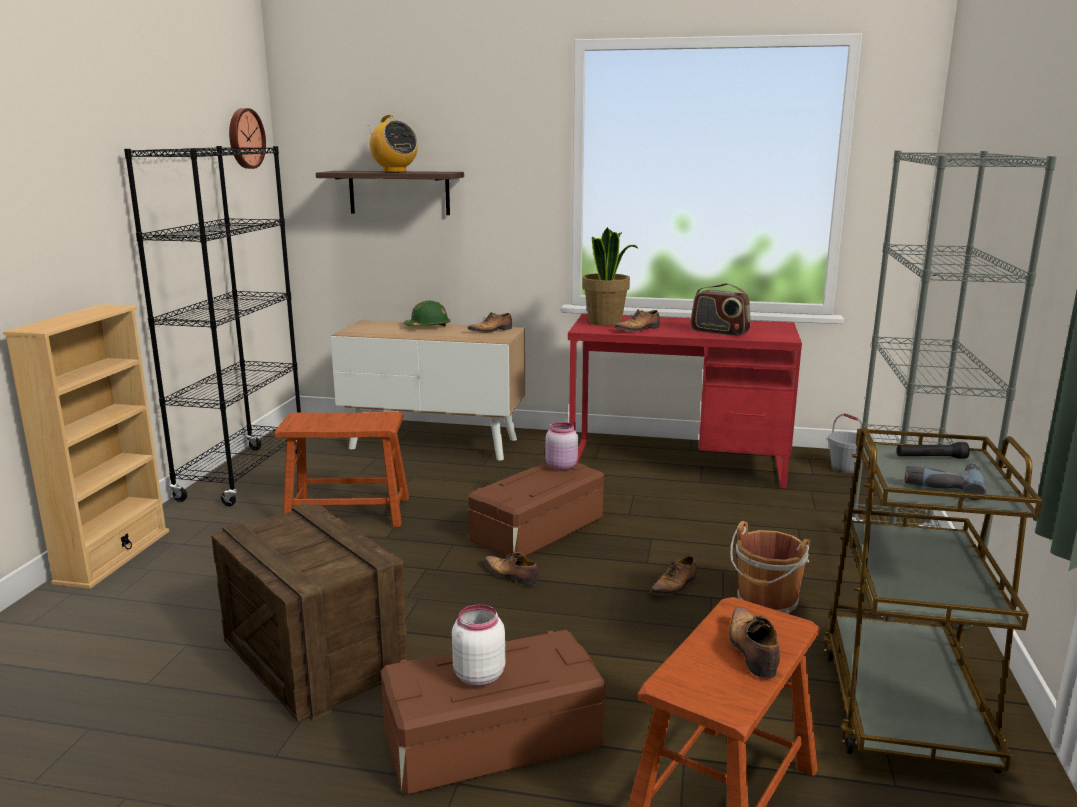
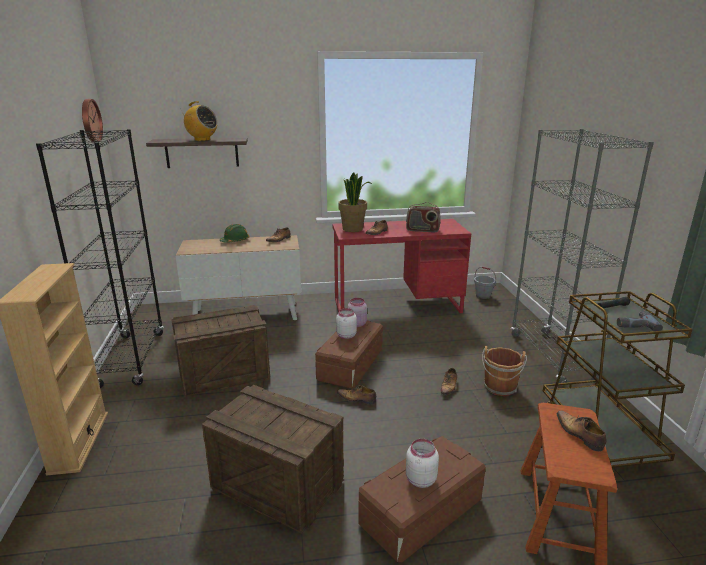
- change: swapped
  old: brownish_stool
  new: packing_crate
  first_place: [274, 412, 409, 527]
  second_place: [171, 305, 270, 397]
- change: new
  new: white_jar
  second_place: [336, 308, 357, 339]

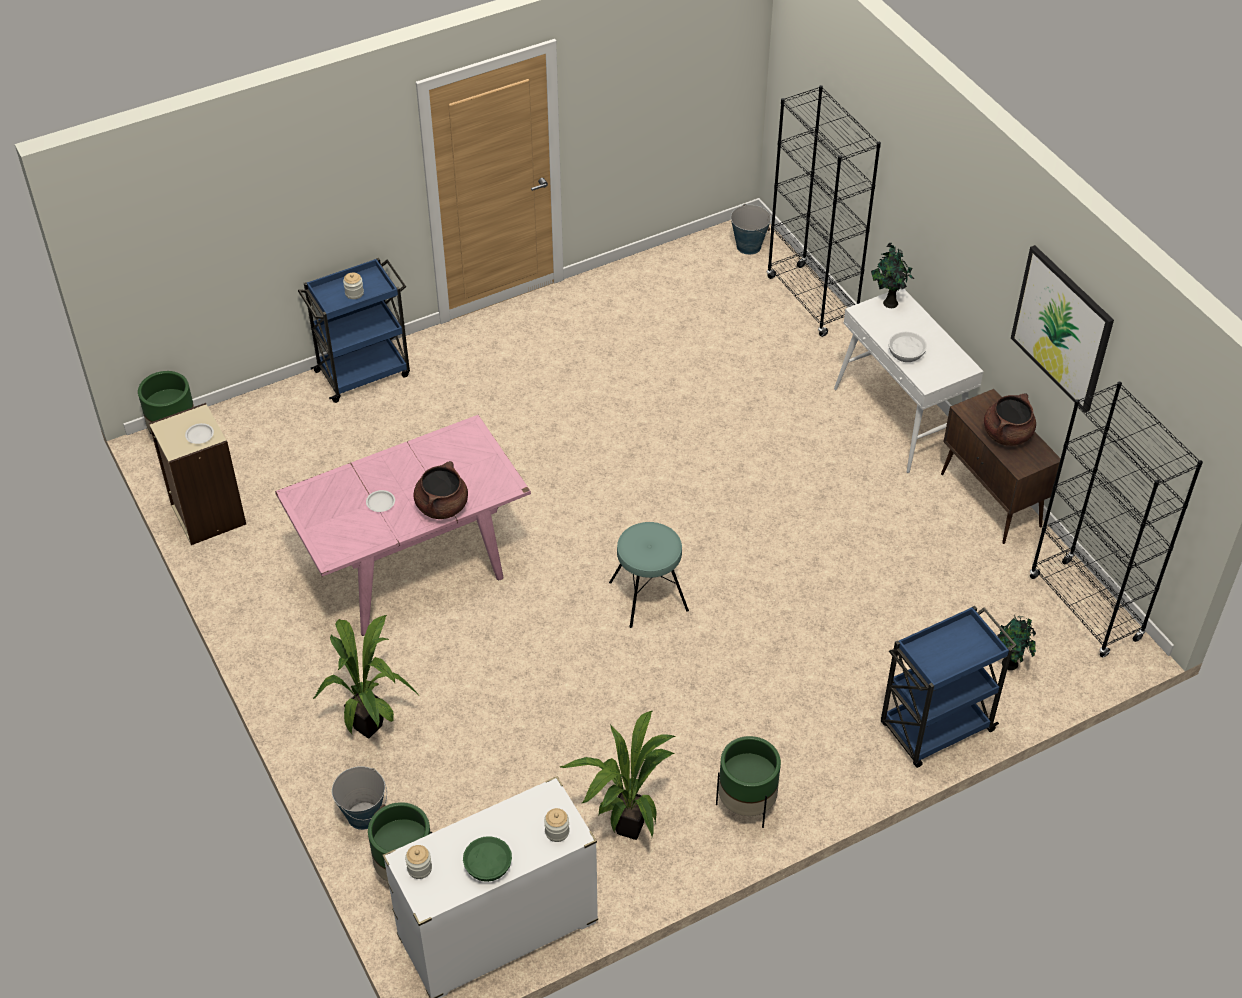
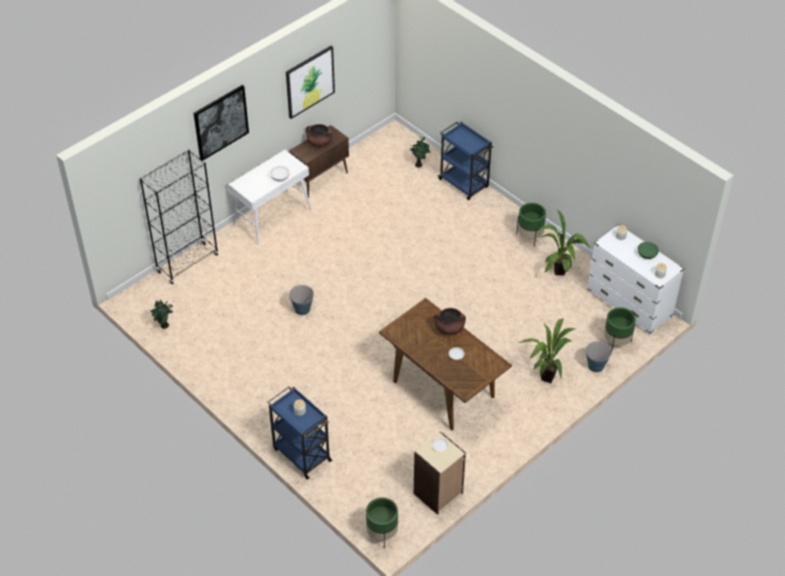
- change: shifted
  old: plant_in_a_pot
  first_place: [871, 243, 914, 308]
  second_place: [150, 300, 173, 329]
- change: new
  new: picture
  second_place: [194, 85, 249, 161]
- change: shifted
  old: water_bucket
  first_place: [731, 204, 771, 255]
  second_place: [289, 285, 314, 315]
- change: repainted
  old: pinkish_kitchen_table
  new: brownish_kitchen_table
  first_place: [275, 415, 531, 636]
  second_place: [379, 298, 512, 430]
- change: gone
  old: turquoise-coloured_stool
  first_place: [609, 522, 689, 628]
- change: gone
  old: blackish_bookcase
  first_place: [1030, 382, 1203, 657]

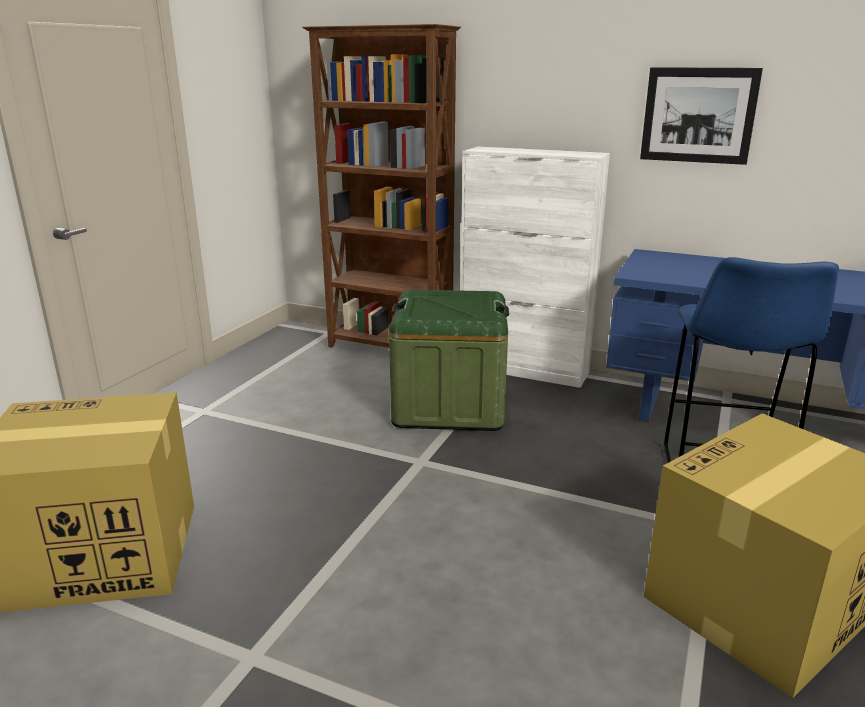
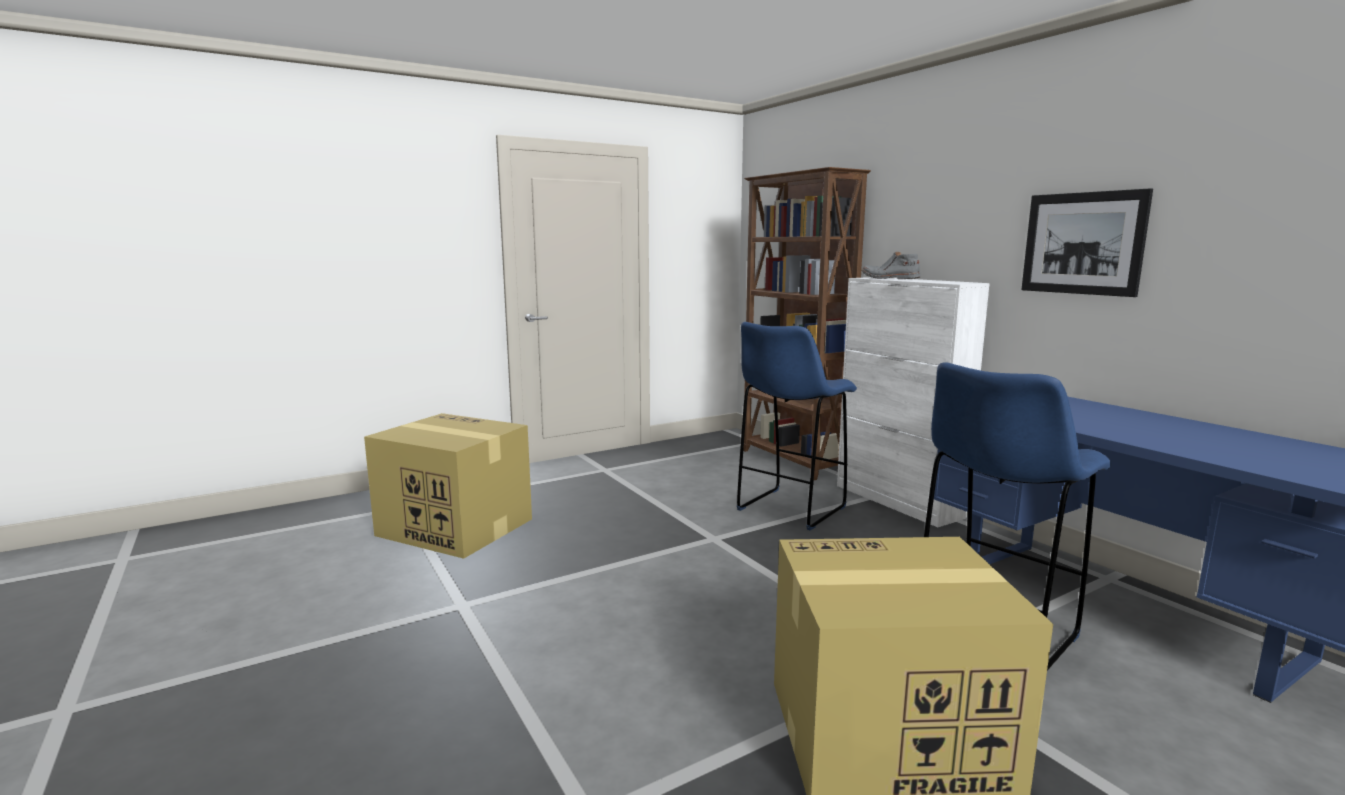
- change: swapped
  old: green-coloured_storage_bin
  new: bluish_stool
  first_place: [389, 290, 509, 431]
  second_place: [737, 322, 857, 531]
- change: new
  new: grey_high-top_boot
  second_place: [862, 252, 921, 279]

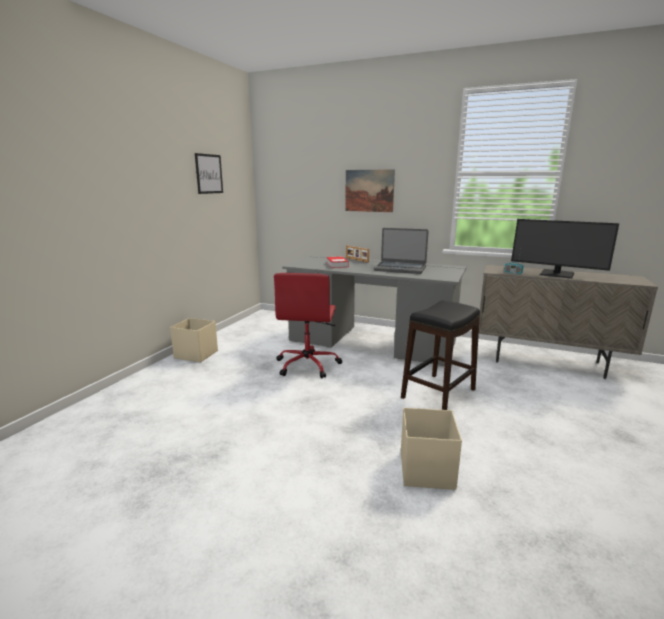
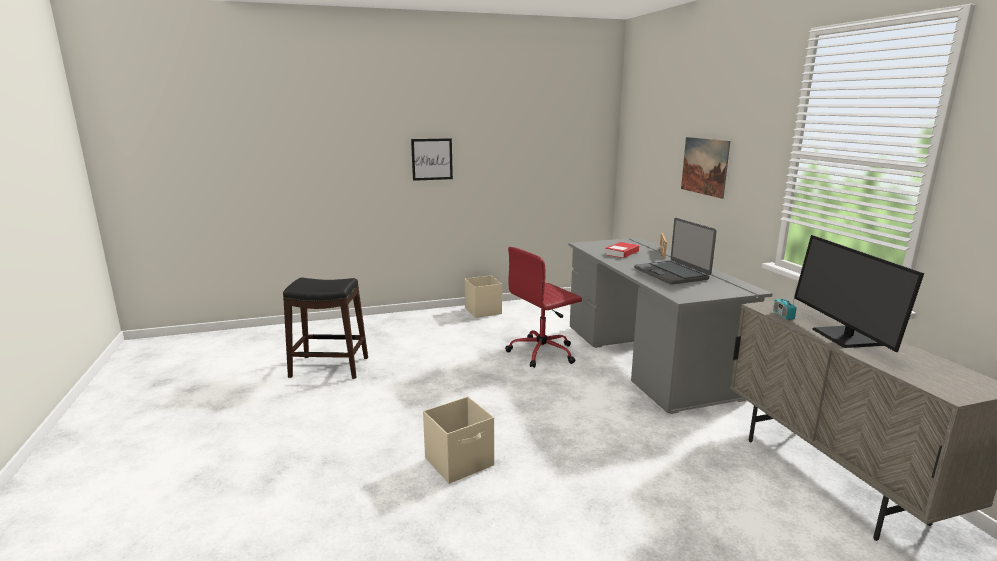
- change: shifted
  old: blackish_stool
  first_place: [401, 301, 480, 410]
  second_place: [283, 278, 368, 379]
- change: shifted
  old: picture
  first_place: [195, 153, 223, 194]
  second_place: [411, 138, 453, 181]

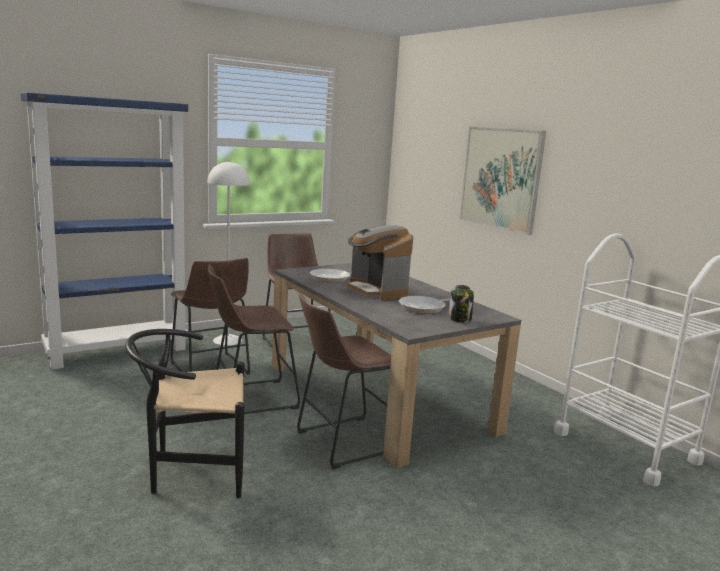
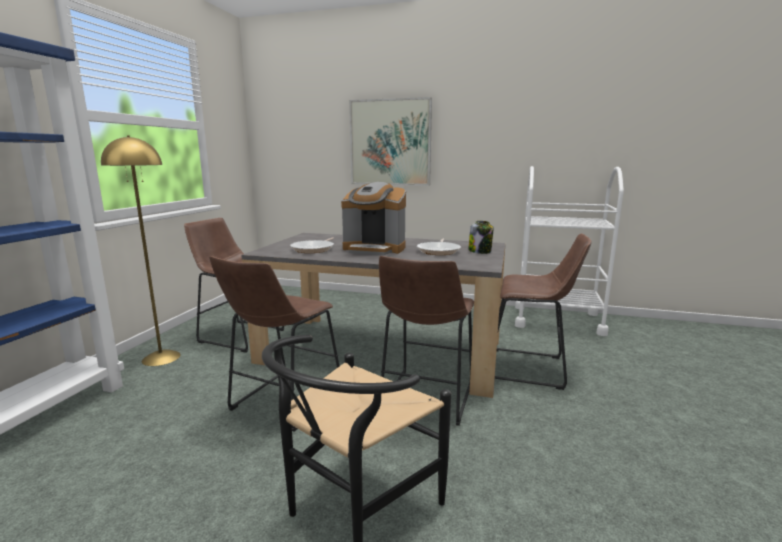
- change: repainted
  old: white_standard_lamp
  new: yellow-coloured_standard_lamp
  first_place: [207, 161, 250, 346]
  second_place: [101, 136, 181, 366]
- change: shifted
  old: brownish_stool
  first_place: [170, 258, 250, 375]
  second_place: [495, 233, 592, 390]

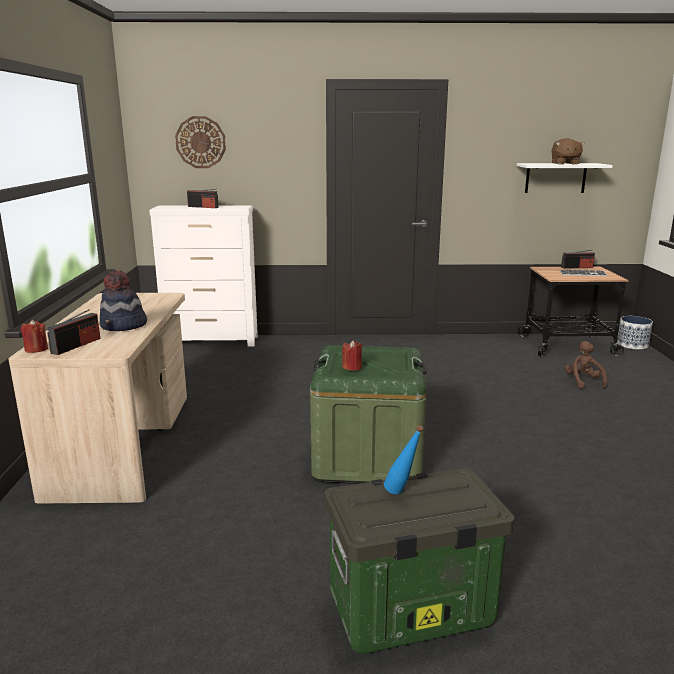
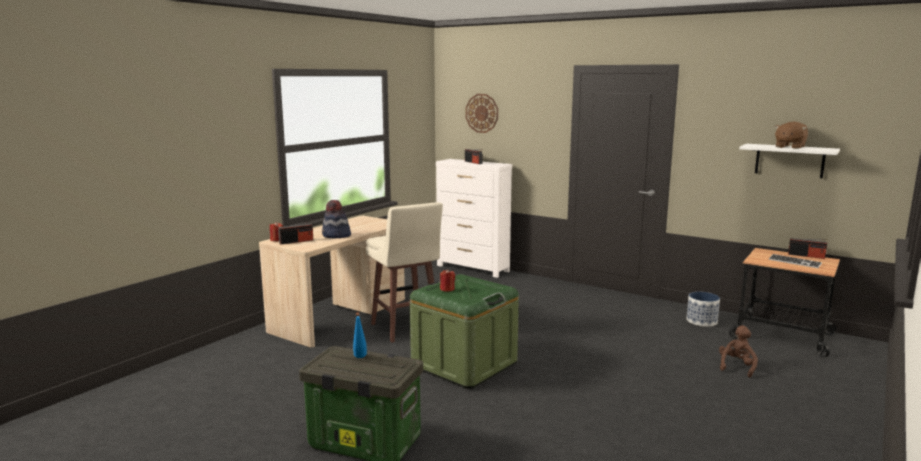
- change: new
  new: beige_stool
  second_place: [366, 202, 443, 343]
- change: shifted
  old: flower_pot
  first_place: [617, 316, 653, 350]
  second_place: [686, 292, 720, 327]

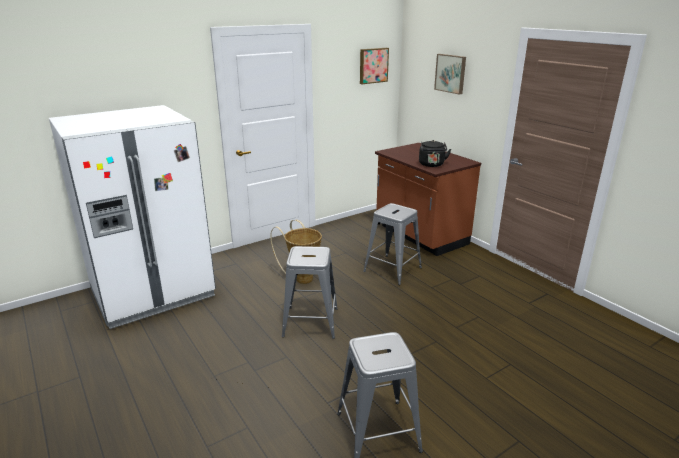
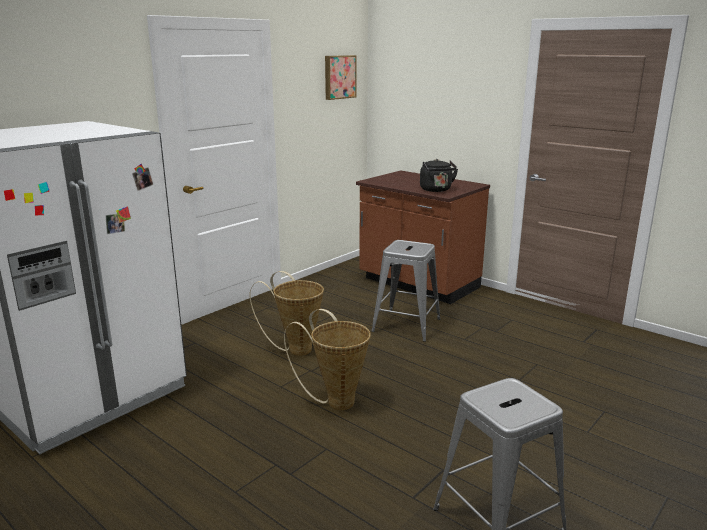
- change: swapped
  old: grey_stool
  new: storage_basket
  first_place: [282, 246, 338, 339]
  second_place: [284, 309, 371, 410]
- change: gone
  old: picture
  first_place: [434, 54, 466, 95]

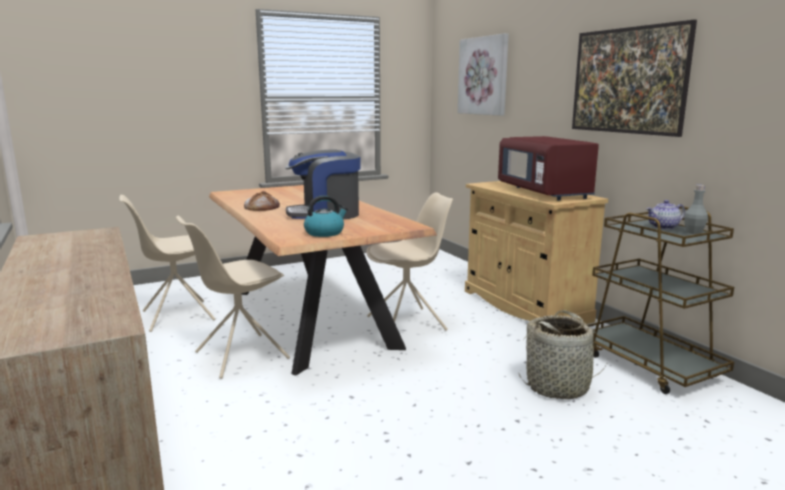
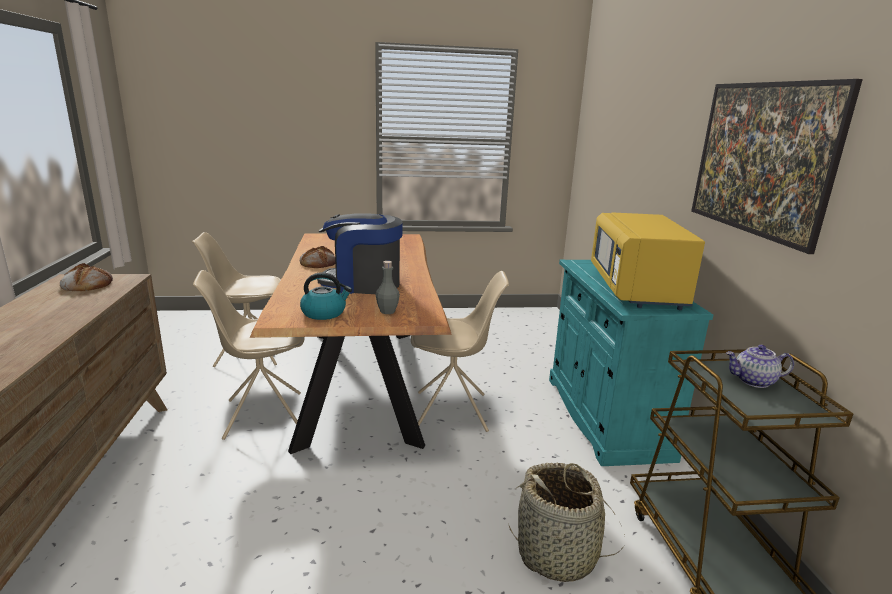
- change: new
  new: baked_bread
  second_place: [60, 263, 113, 291]
- change: shifted
  old: grey_drink_bottle
  first_place: [684, 185, 708, 234]
  second_place: [376, 261, 400, 314]
- change: repainted
  old: beige_cupboard
  new: turquoise-coloured_cupboard
  first_place: [465, 181, 608, 328]
  second_place: [549, 260, 713, 466]
- change: repainted
  old: reddish_kitchen_microwave
  new: yellow-coloured_kitchen_microwave
  first_place: [498, 136, 599, 201]
  second_place: [591, 212, 705, 310]
- change: gone
  old: picture
  first_place: [458, 33, 509, 116]

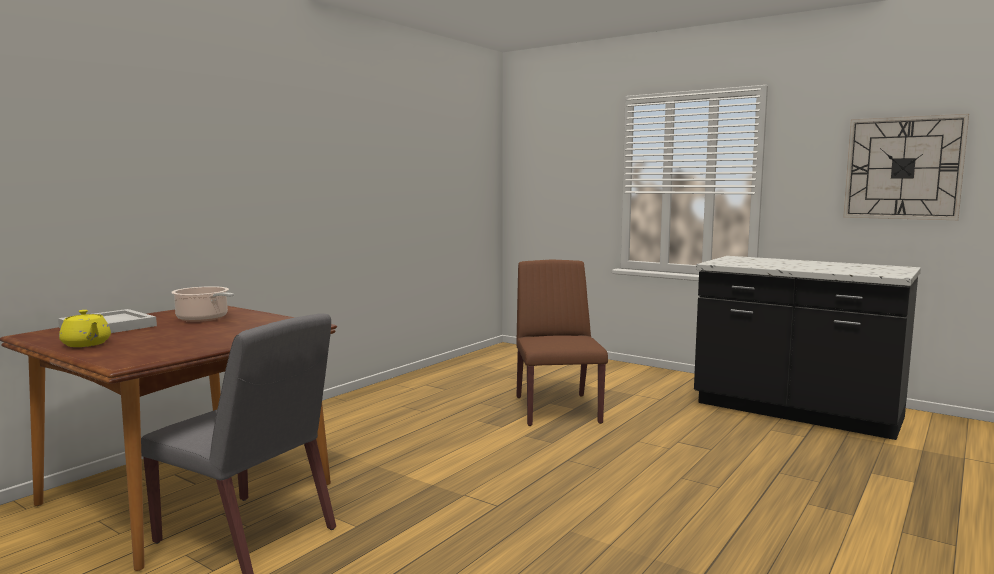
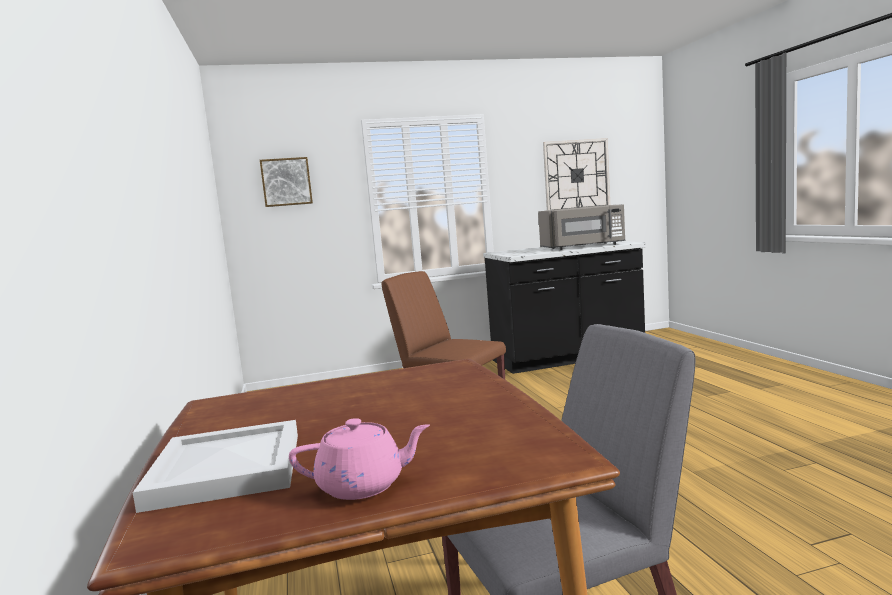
- change: new
  new: picture
  second_place: [260, 157, 313, 207]
- change: repainted
  old: yellow-coloured_teapot
  new: pinkish_teapot
  first_place: [59, 310, 111, 347]
  second_place: [289, 418, 430, 500]
- change: new
  new: grey_kitchen_microwave
  second_place: [538, 204, 625, 250]
- change: gone
  old: stockpot
  first_place: [171, 286, 234, 322]

